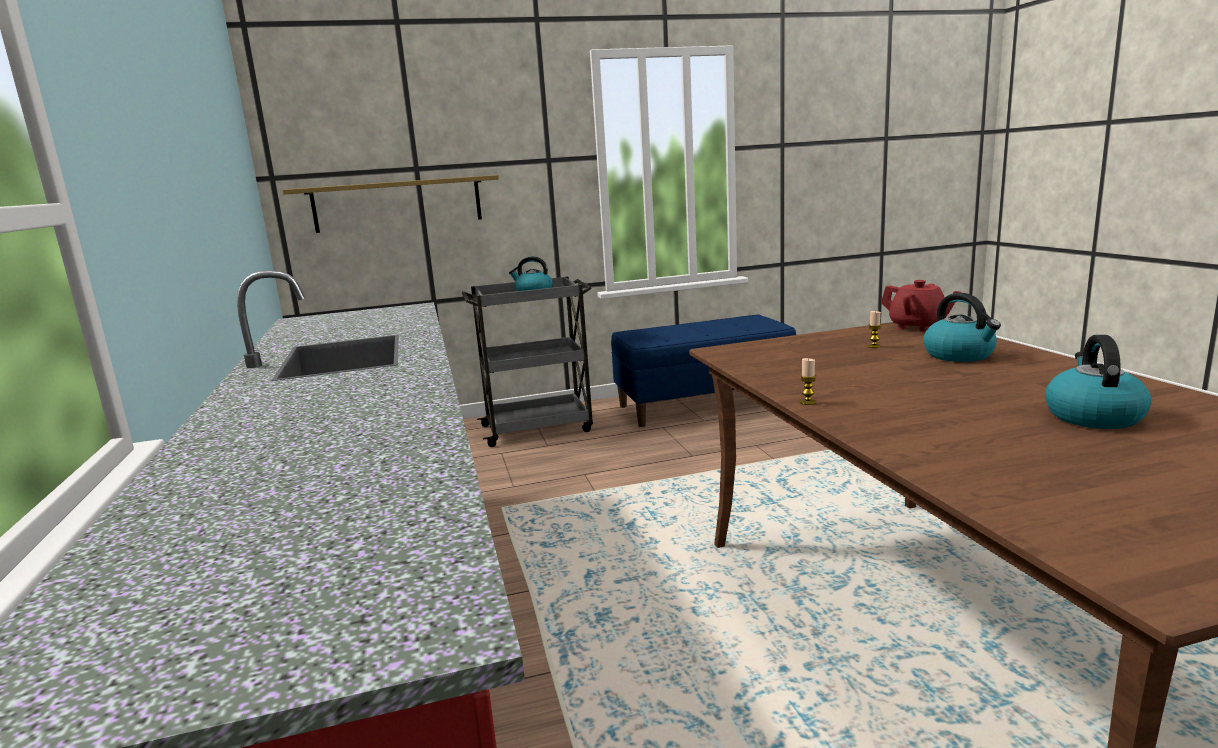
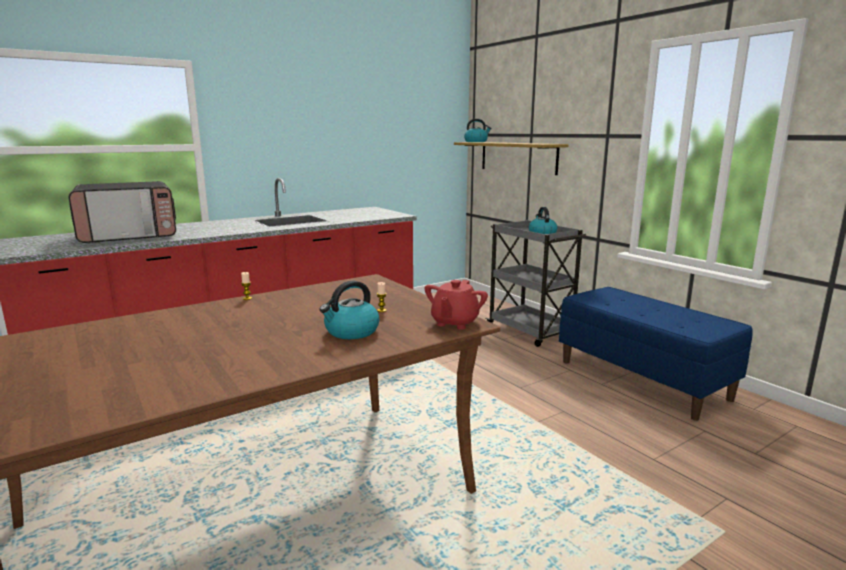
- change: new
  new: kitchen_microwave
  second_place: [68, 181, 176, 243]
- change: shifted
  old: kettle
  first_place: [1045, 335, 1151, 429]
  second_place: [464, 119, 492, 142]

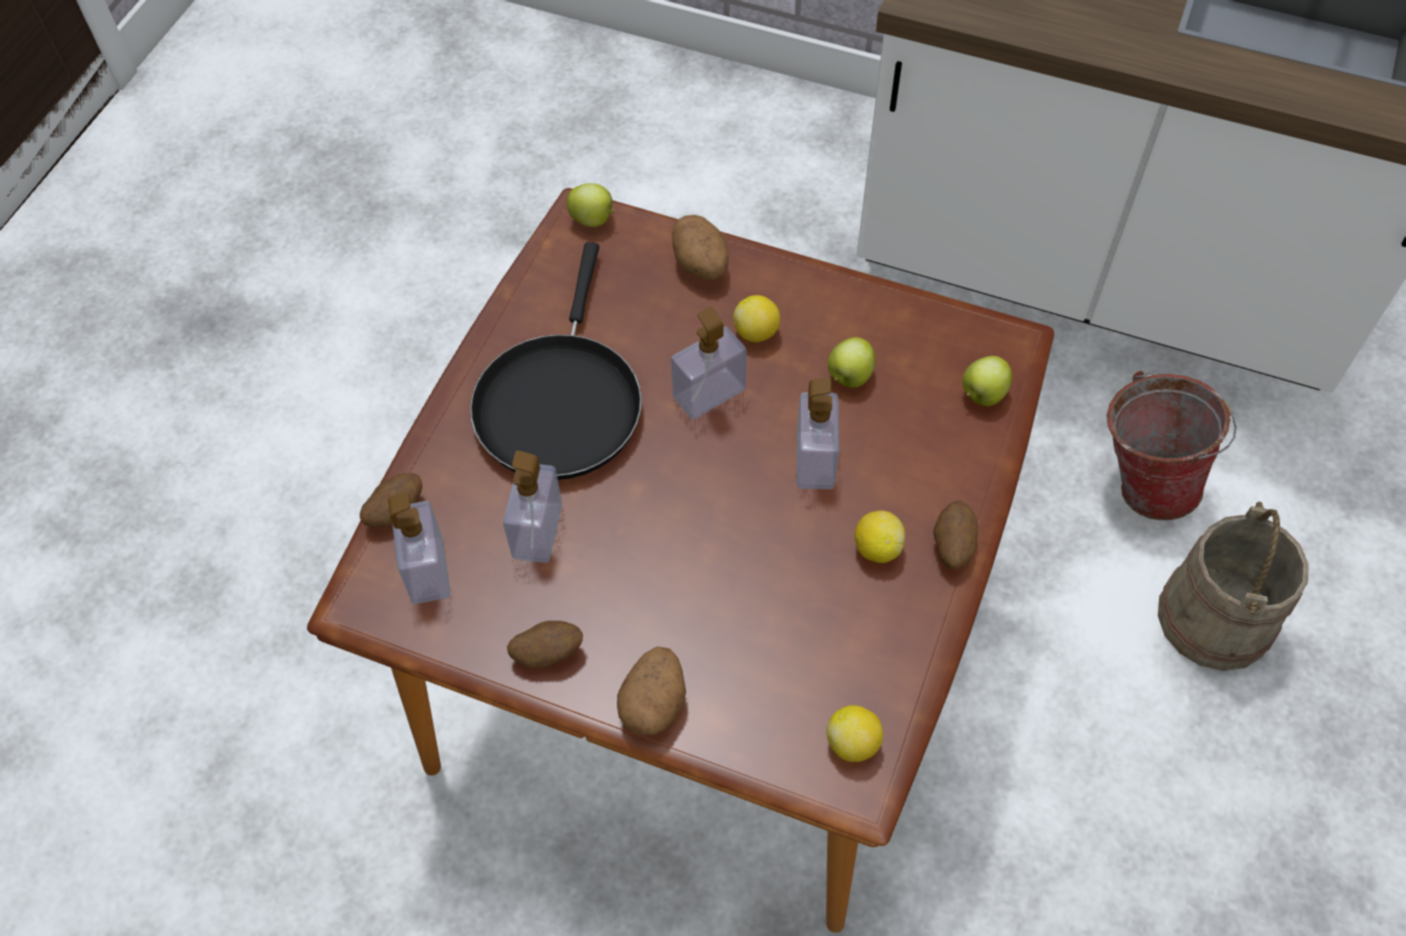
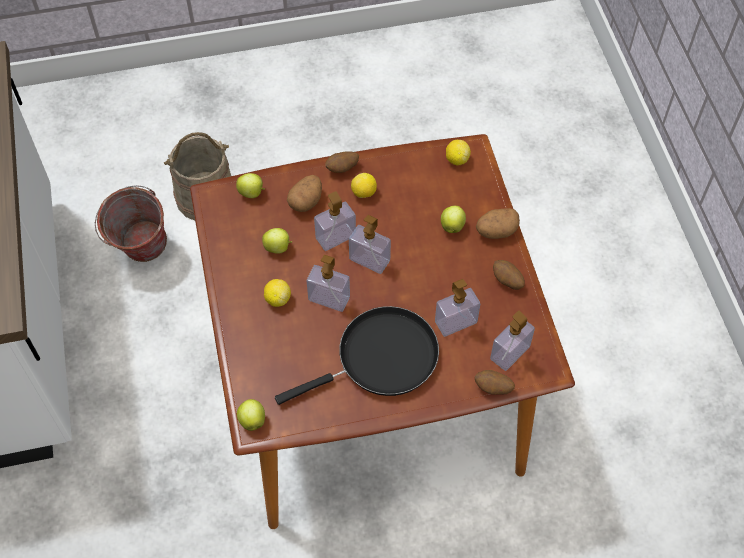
- change: shifted
  old: whole_potato
  first_place: [672, 215, 729, 280]
  second_place: [287, 175, 322, 212]
- change: new
  new: liquid_soap_bottle
  second_place: [349, 215, 391, 274]
- change: new
  new: apple_fruit
  second_place: [441, 206, 466, 233]

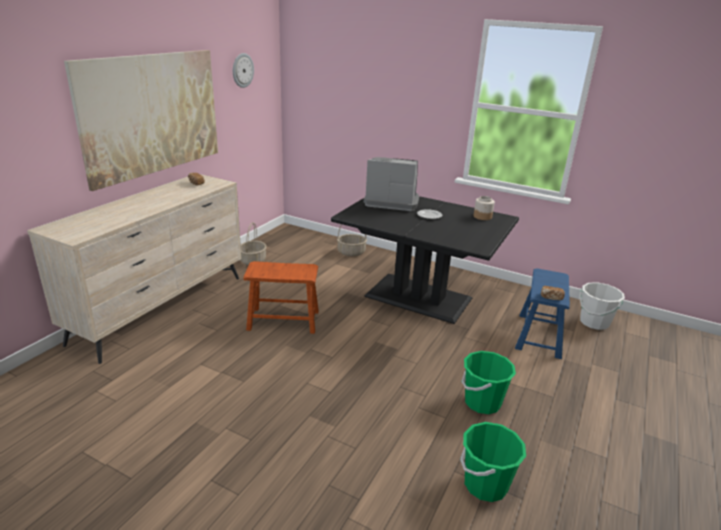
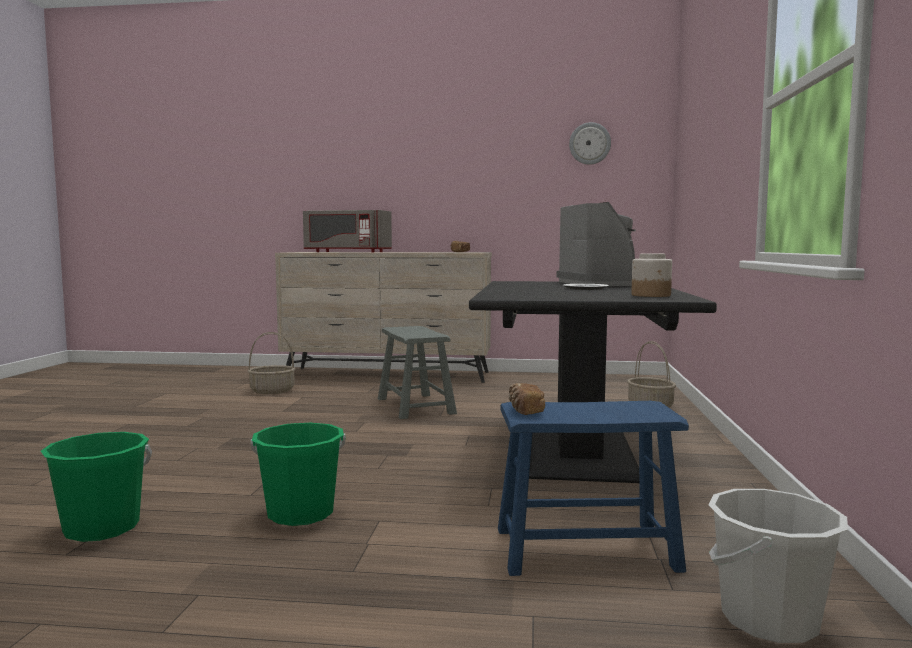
- change: shifted
  old: storage_basket
  first_place: [240, 222, 267, 265]
  second_place: [248, 332, 295, 394]
- change: new
  new: grey_kitchen_microwave
  second_place: [303, 210, 392, 252]
- change: repainted
  old: brownish_stool
  new: grey_stool
  first_place: [243, 261, 319, 334]
  second_place: [378, 326, 457, 419]
- change: gone
  old: picture
  first_place: [64, 50, 218, 191]

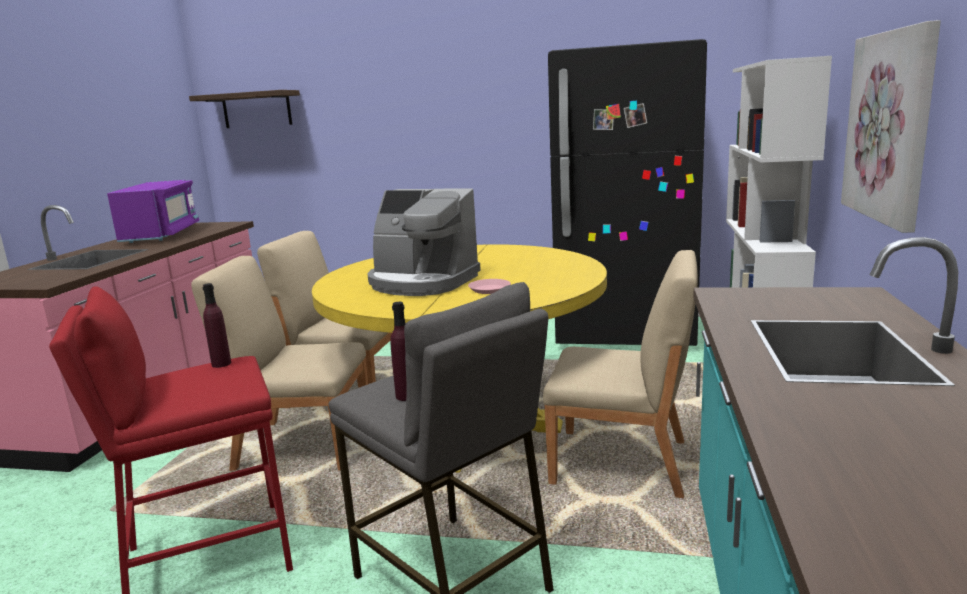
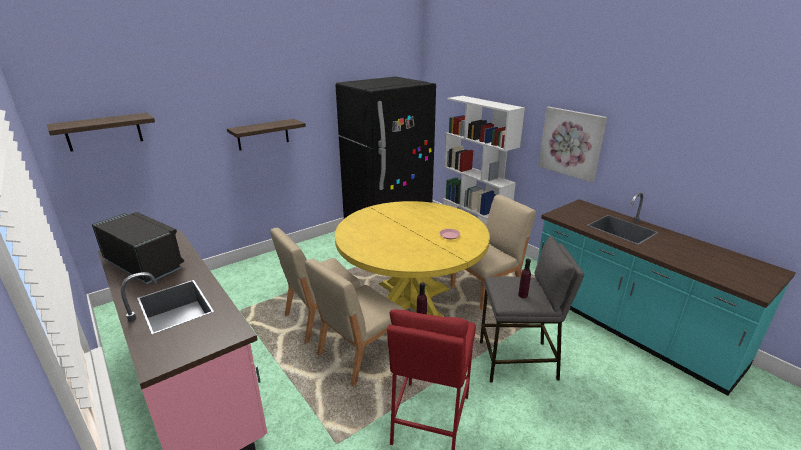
- change: repainted
  old: purplish_kitchen_microwave
  new: blackish_kitchen_microwave
  first_place: [107, 180, 199, 243]
  second_place: [92, 212, 184, 284]
- change: new
  new: bracket_shelf
  second_place: [227, 119, 306, 150]
- change: gone
  old: coffee_brewer
  first_place: [367, 189, 481, 296]

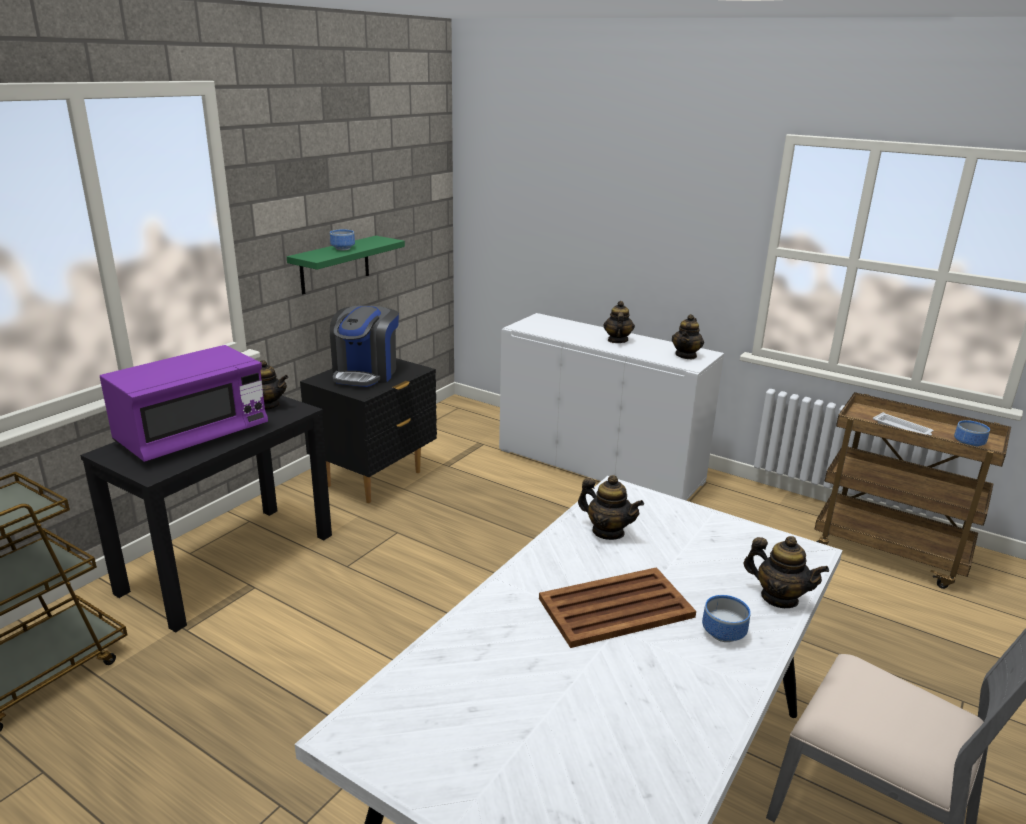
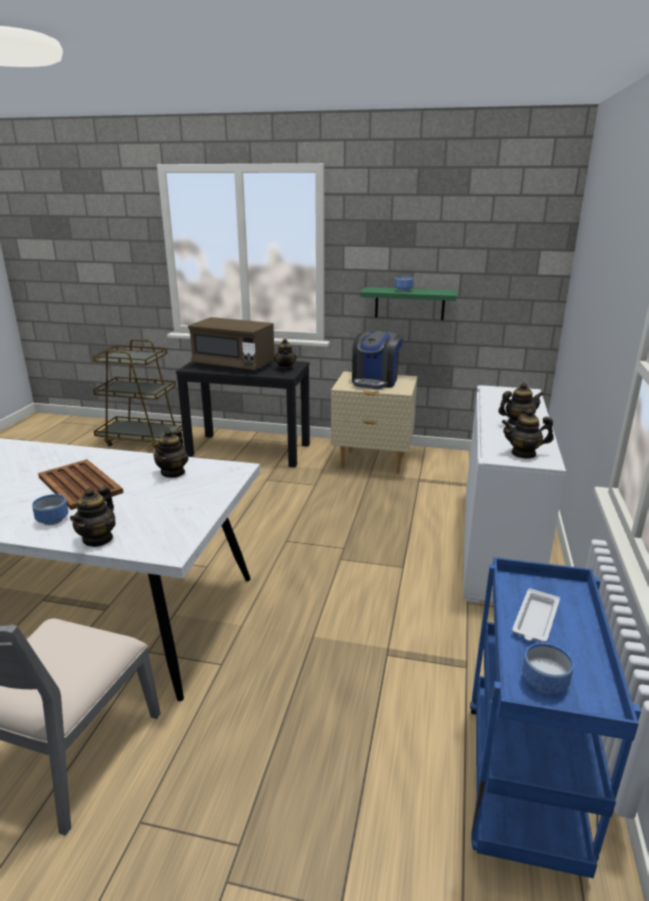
- change: repainted
  old: purplish_kitchen_microwave
  new: brownish_kitchen_microwave
  first_place: [100, 345, 268, 462]
  second_place: [188, 317, 275, 372]
- change: repainted
  old: blackish_bedside_table
  new: beige_bedside_table
  first_place: [300, 358, 437, 503]
  second_place: [331, 371, 417, 474]
- change: rotated
  old: coffee_brewer
  first_place: [330, 305, 399, 387]
  second_place: [352, 331, 403, 389]
  degrees: -60
- change: repainted
  old: brownish_wheeled_cart
  new: bluish_wheeled_cart
  first_place: [814, 392, 1011, 589]
  second_place: [470, 557, 641, 878]

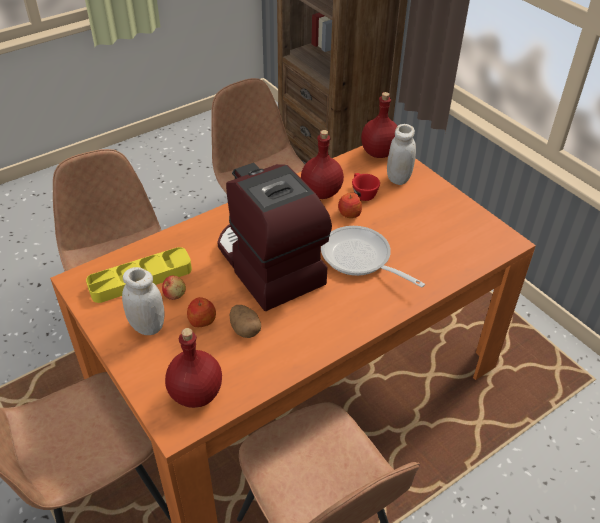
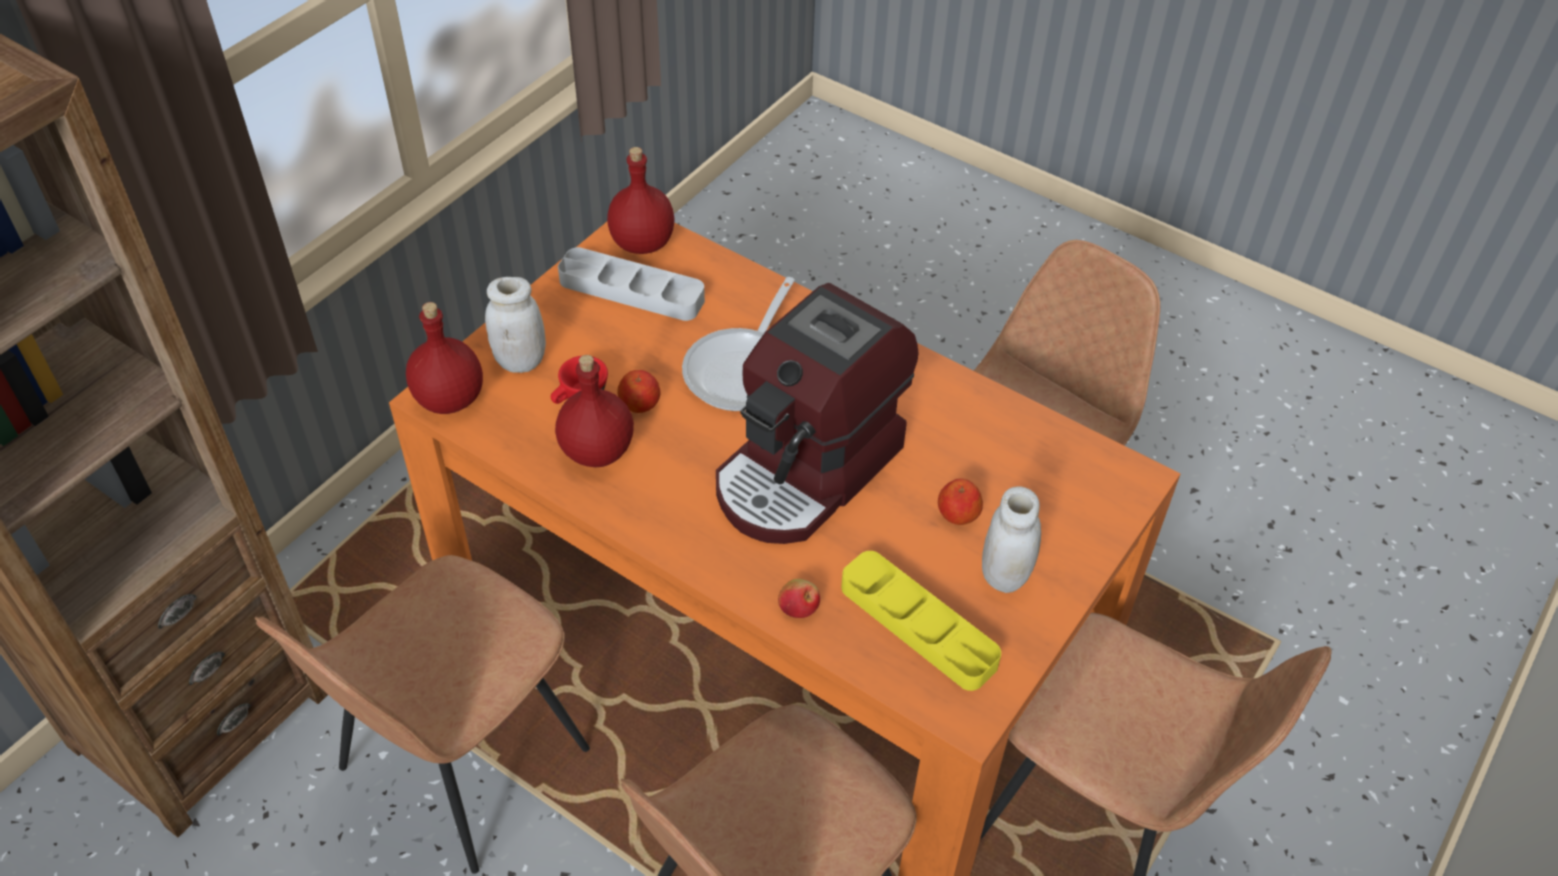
- change: new
  new: grey_tray
  second_place: [558, 247, 705, 321]
- change: shifted
  old: reddish_drink_bottle
  first_place: [165, 328, 222, 408]
  second_place: [607, 147, 675, 254]
- change: shifted
  old: apple_fruit
  first_place: [162, 276, 186, 300]
  second_place: [778, 579, 820, 618]
- change: gone
  old: whole_potato
  first_place: [229, 305, 261, 338]

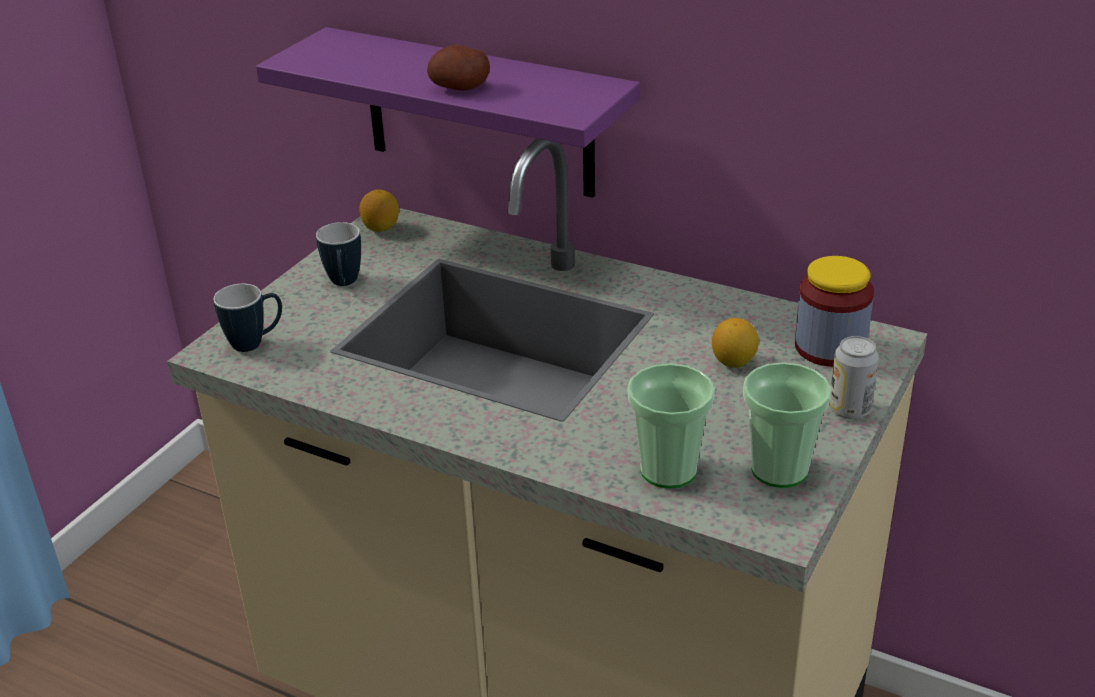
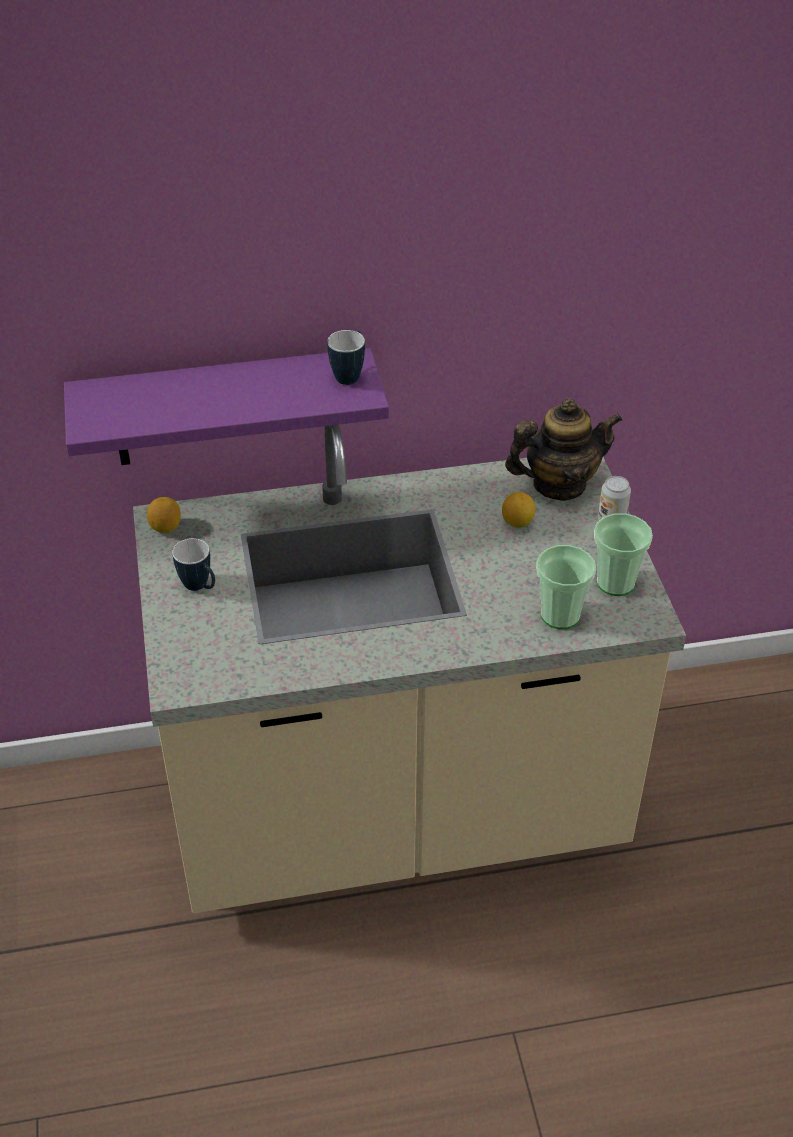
- change: shifted
  old: tea_mug
  first_place: [213, 284, 282, 352]
  second_place: [327, 330, 365, 385]
- change: swapped
  old: jar
  new: teapot
  first_place: [795, 256, 874, 367]
  second_place: [505, 398, 622, 501]
- change: gone
  old: whole_potato
  first_place: [427, 44, 490, 90]

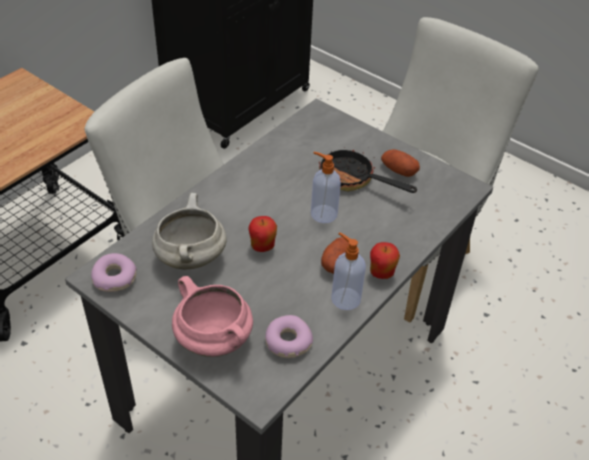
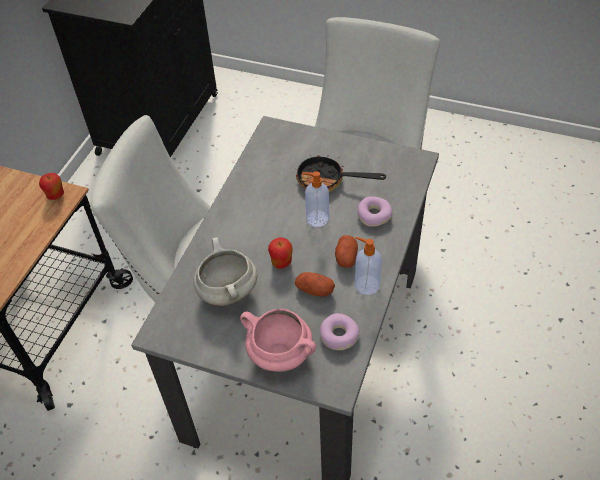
- change: shifted
  old: apple_fruit
  first_place: [370, 242, 400, 279]
  second_place: [39, 173, 64, 200]
- change: shifted
  old: whole_potato
  first_place: [381, 149, 420, 177]
  second_place: [295, 272, 335, 297]
- change: shifted
  old: donut
  first_place: [91, 253, 137, 292]
  second_place: [357, 196, 392, 227]

